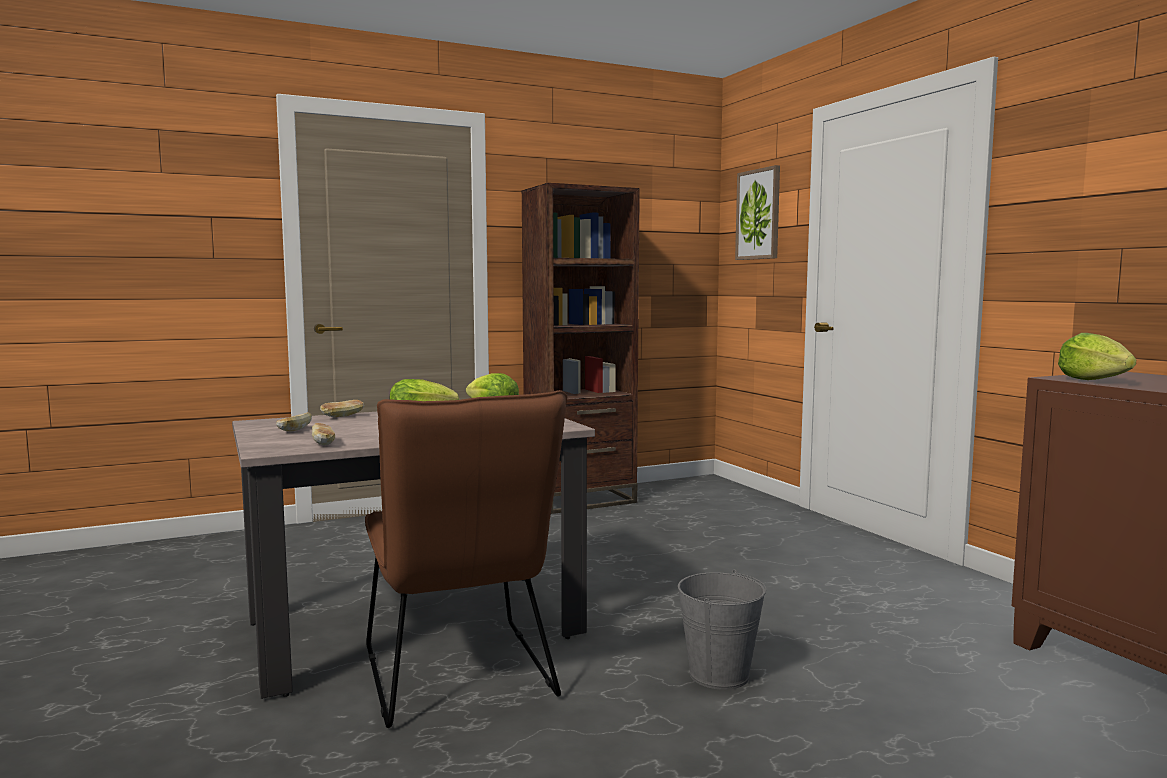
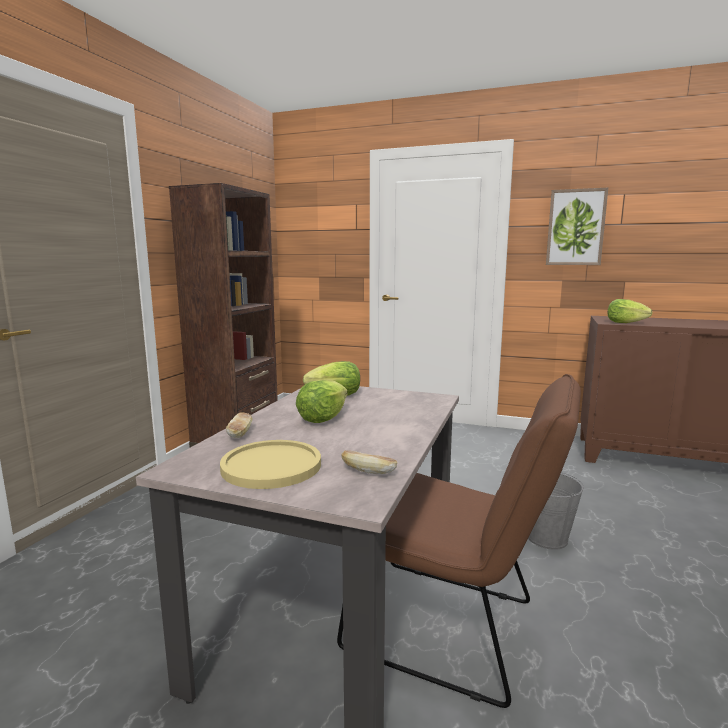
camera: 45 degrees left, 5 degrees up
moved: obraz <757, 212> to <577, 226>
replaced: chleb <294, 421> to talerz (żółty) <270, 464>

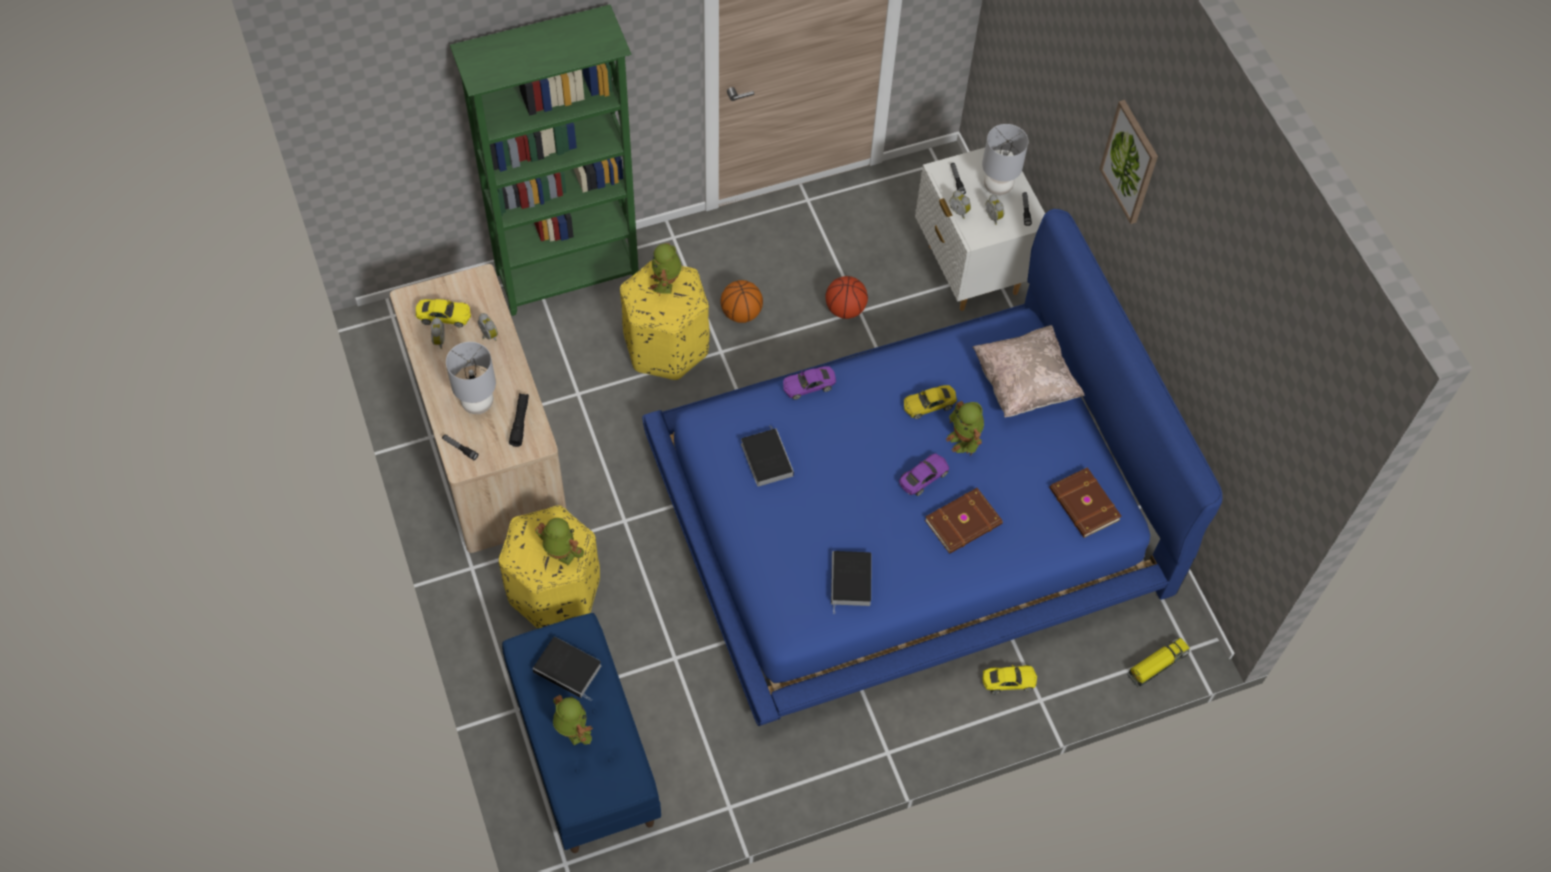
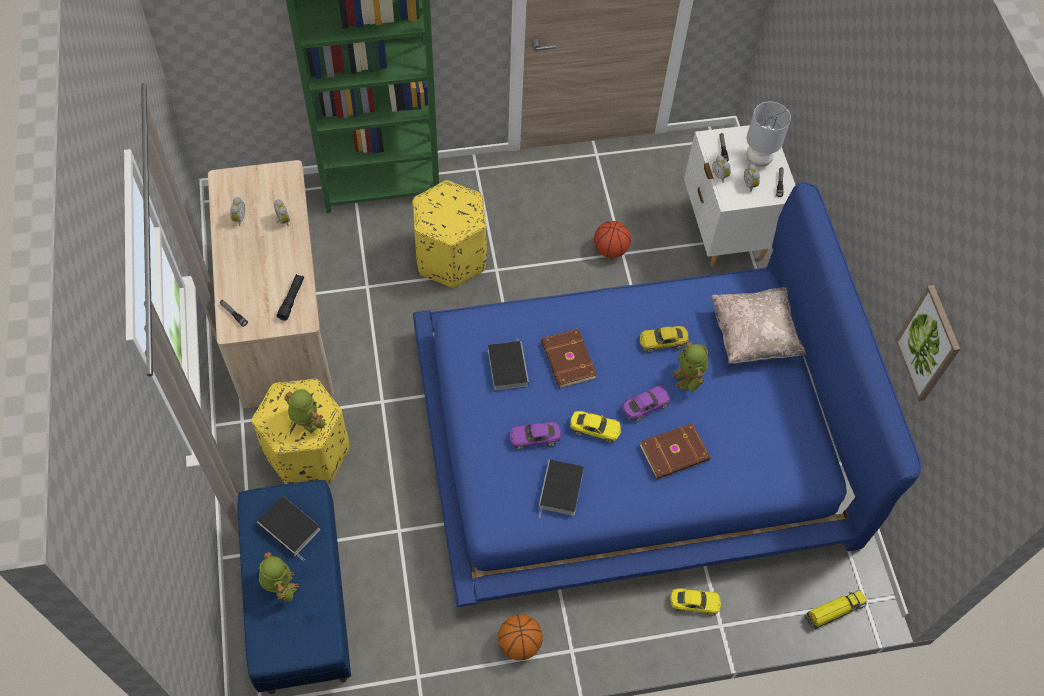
camera: 10 degrees right, 0 degrees up
removed: lampa stołowa (szary) <471, 378>; robot zabawkowy <666, 269>
moved: samochodzik (żółty) <443, 313> to <595, 427>; piłka do koszykówki <742, 301> to <520, 637>; samochodzik (fioletowy) <809, 383> to <535, 436>; książka (brązowy) <1085, 502> to <569, 358>; obraz <1128, 162> to <927, 343>

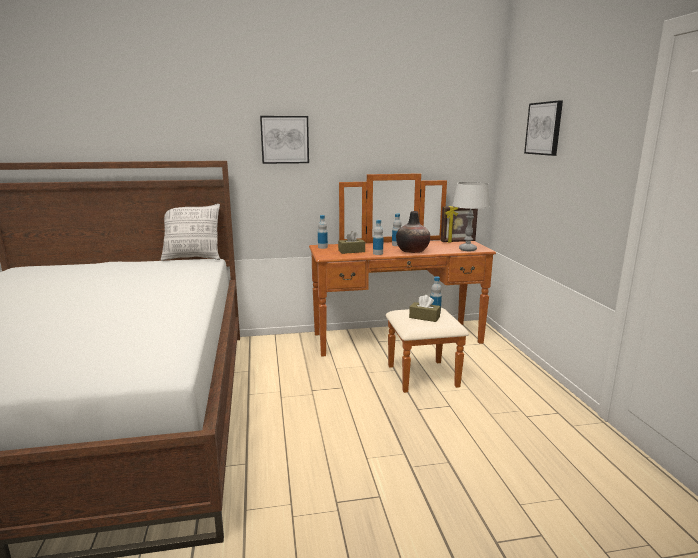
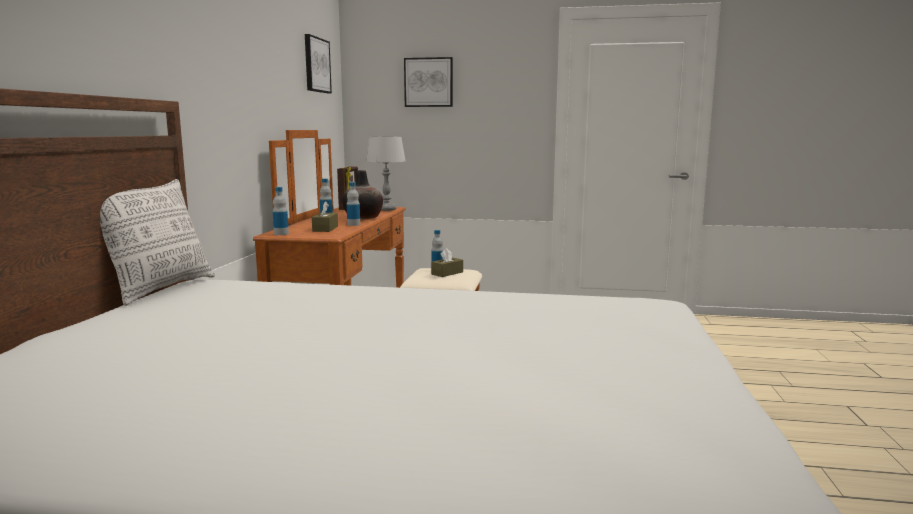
camera: 70 degrees left, 5 degrees down
moved: obraz <284, 140> to <318, 63>

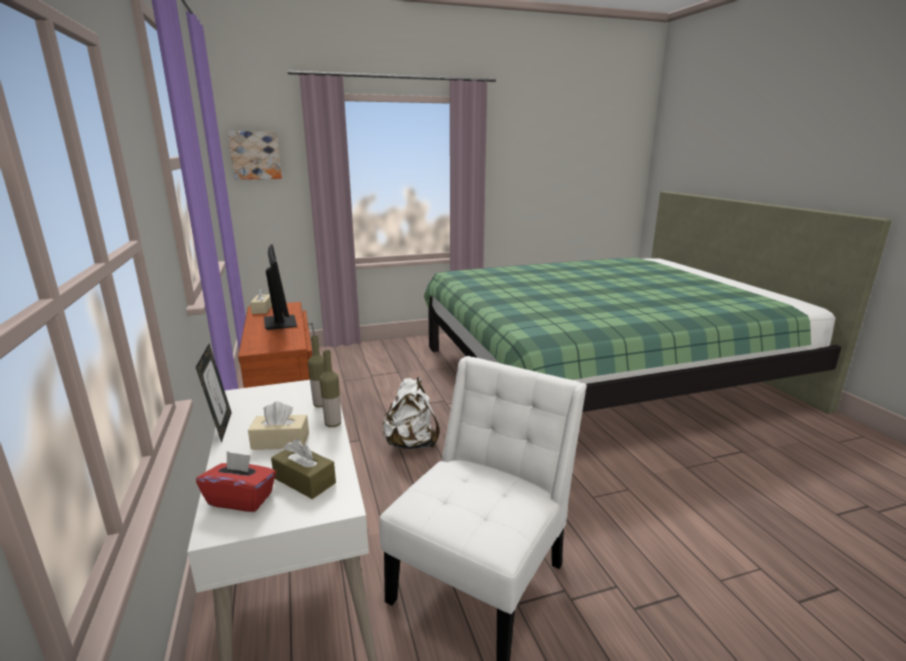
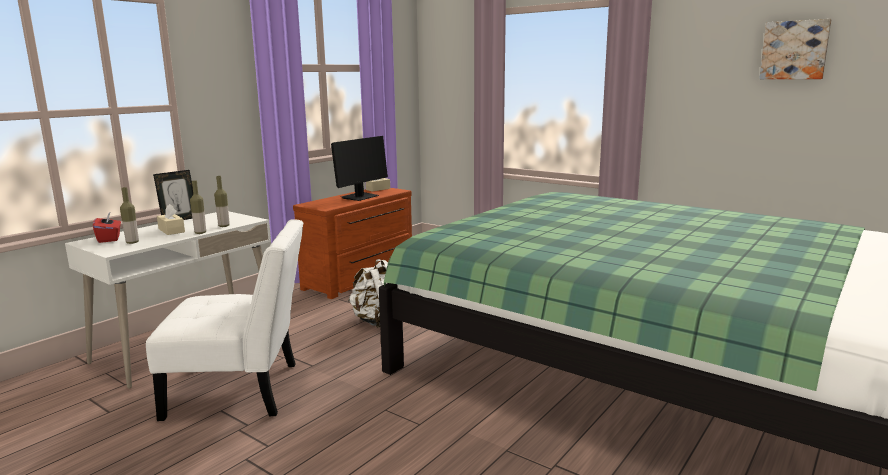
camera: 55 degrees right, 5 degrees down
moved: obraz <255, 155> to <795, 49>
replaced: pudełko chusteczek (brązowy) <303, 469> to butelka <129, 215>

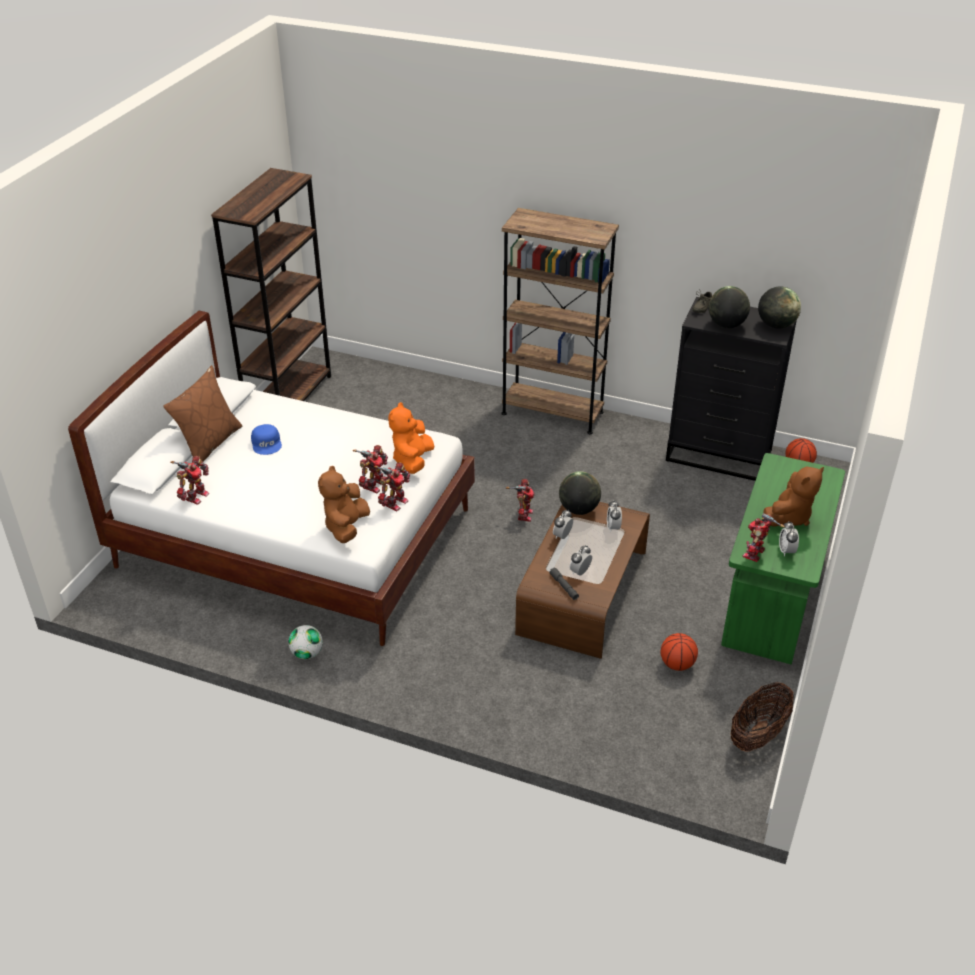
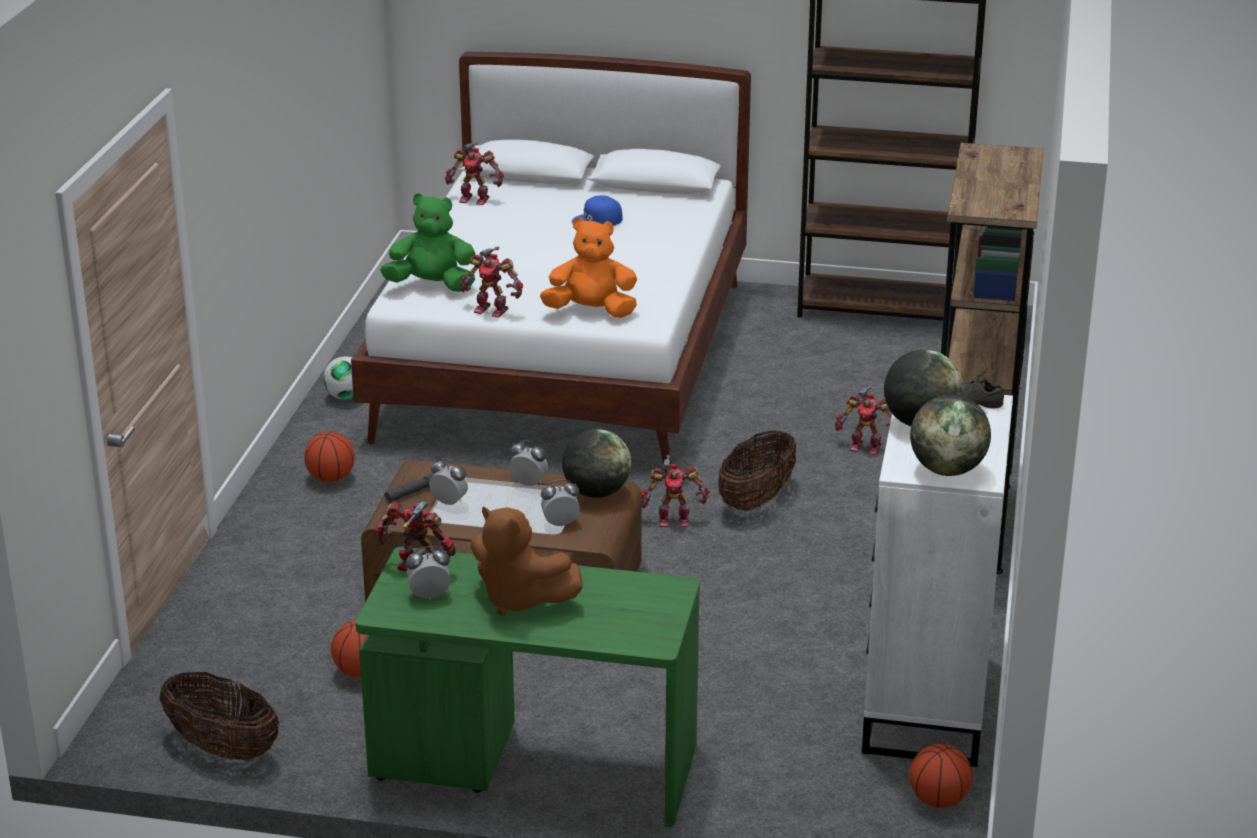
camera: 80 degrees right, 10 degrees down
removed: poduszka (brązowy) <202, 416>
added: piłka do koszykówki <329, 456>; koszyk <757, 470>
moved: robot zabawkowy <370, 469> to <863, 420>
recoloured: pluszak (brązowy) <344, 504> to pluszak (zielony) <428, 242>; komoda (czarny) <731, 389> to komoda (biały) <937, 581>

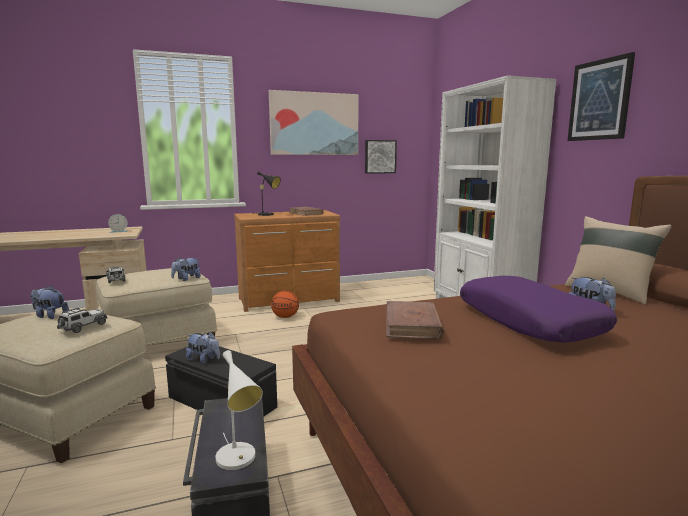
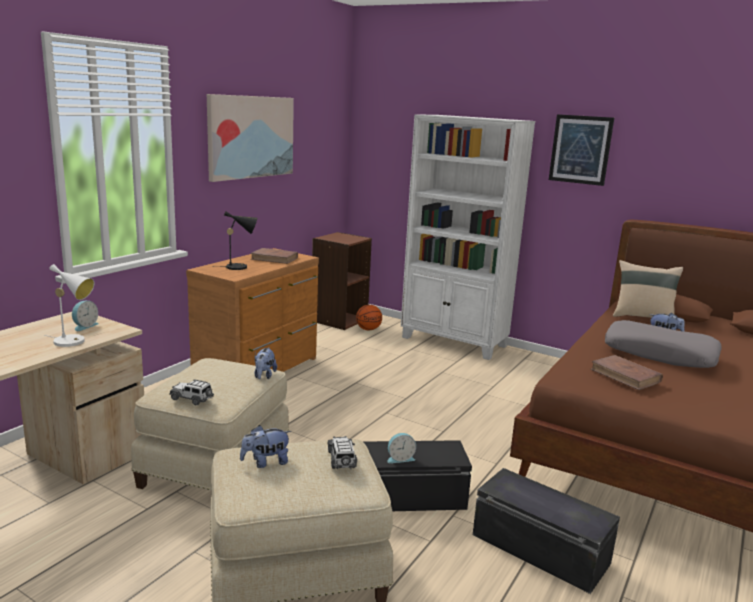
camera: 40 degrees left, 5 degrees up
removed: obraz <381, 157>
added: regał (brązowy) <342, 281>
moved: lampa stołowa (biały) <239, 410> to <69, 305>; piłka do koszykówki <285, 304> to <369, 317>
replaced: pluszak <203, 348> to budzik <402, 448>
recoloured: poduszka (fioletowy) <538, 309> to poduszka (szary) <663, 344>

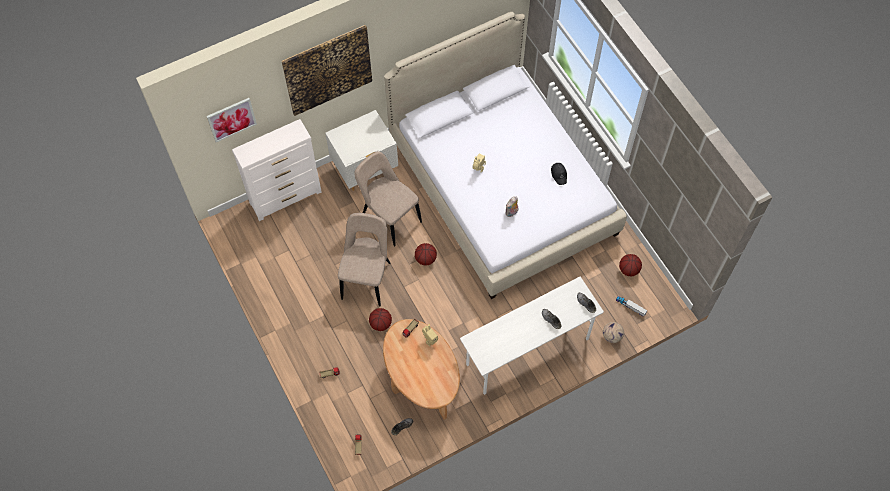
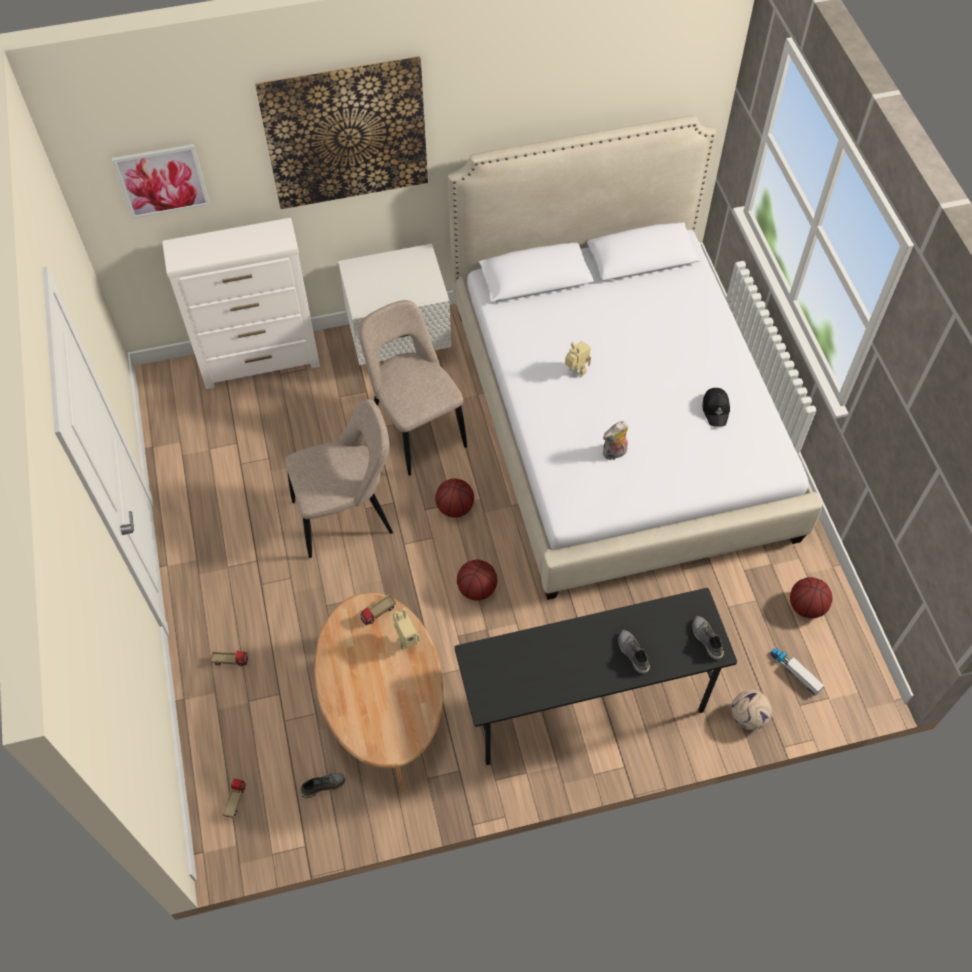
camera: 15 degrees right, 5 degrees down
moved: piłka do koszykówki <380, 319> to <477, 580>
recoloured: biurko (biały) <532, 336> to biurko (czarny) <595, 676>
turned: krzesło (beżowy) <364, 259> = <339, 478> 45 degrees clockwise

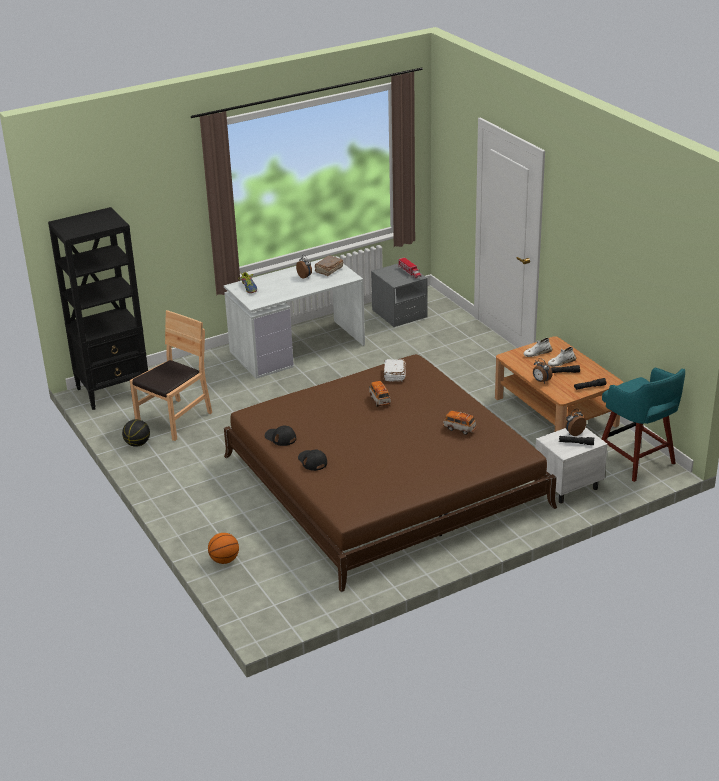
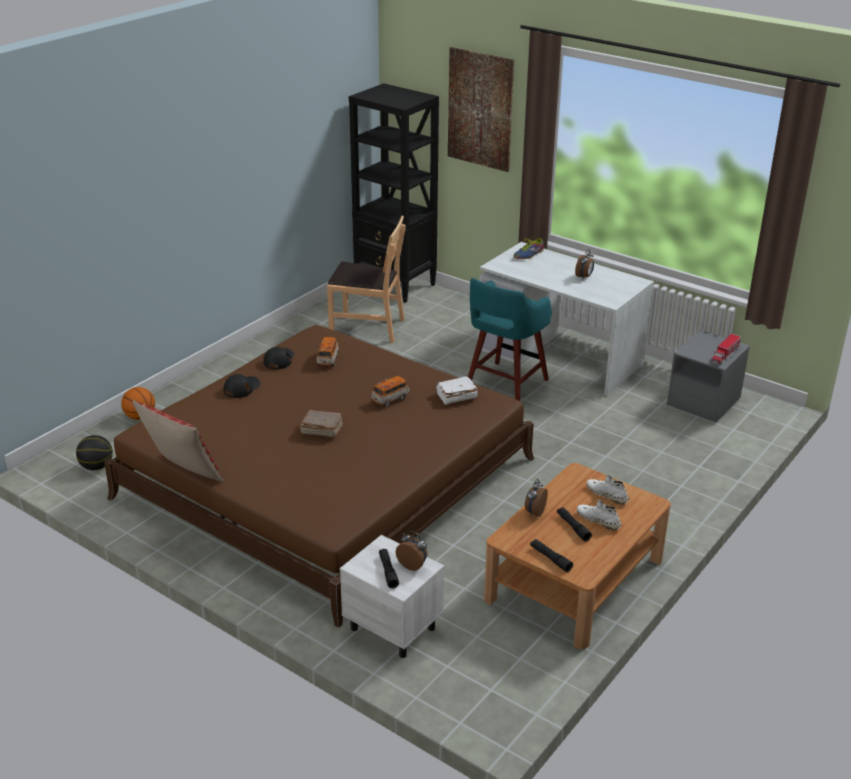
camera: 65 degrees right, 0 degrees up
added: poduszka <178, 441>; obraz <481, 109>
moved: piłka do koszykówki <136, 433> to <94, 452>; książka (brązowy) <329, 266> to <321, 424>; samochodzik <459, 423> to <327, 351>; stołek (turkusowy) <643, 425> to <510, 339>

